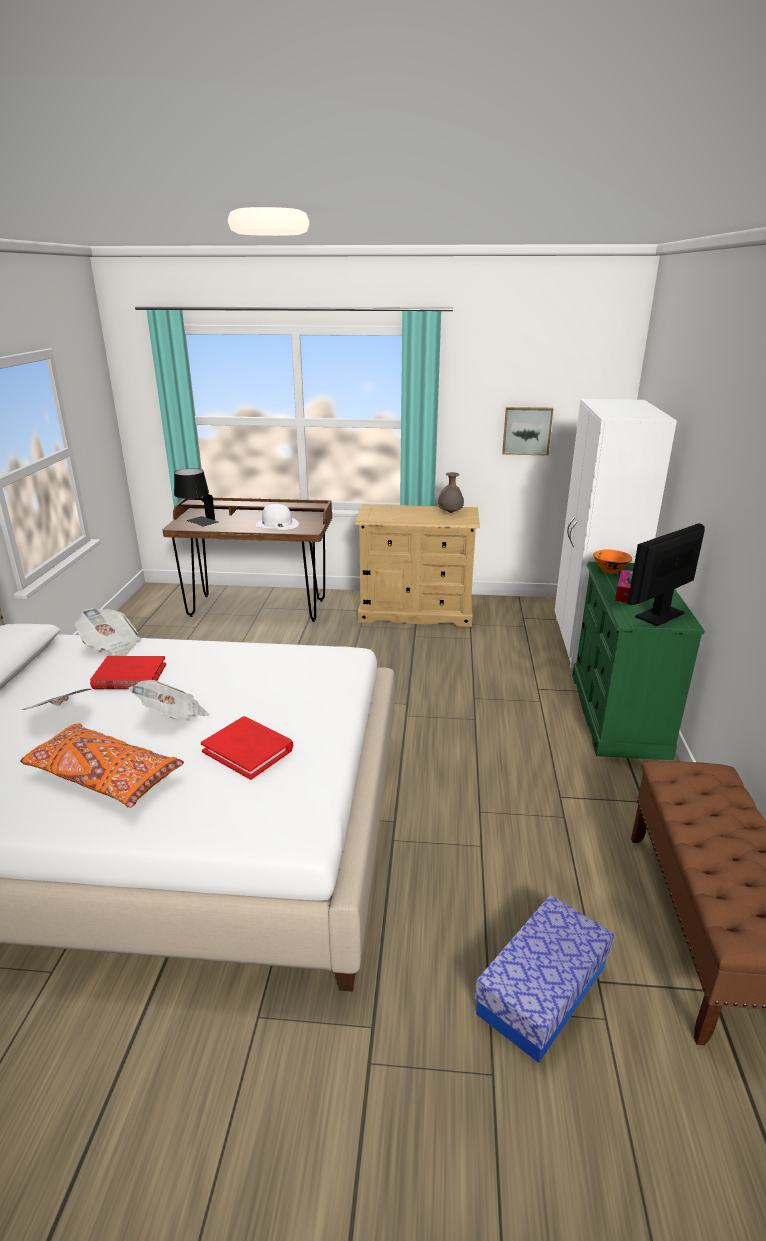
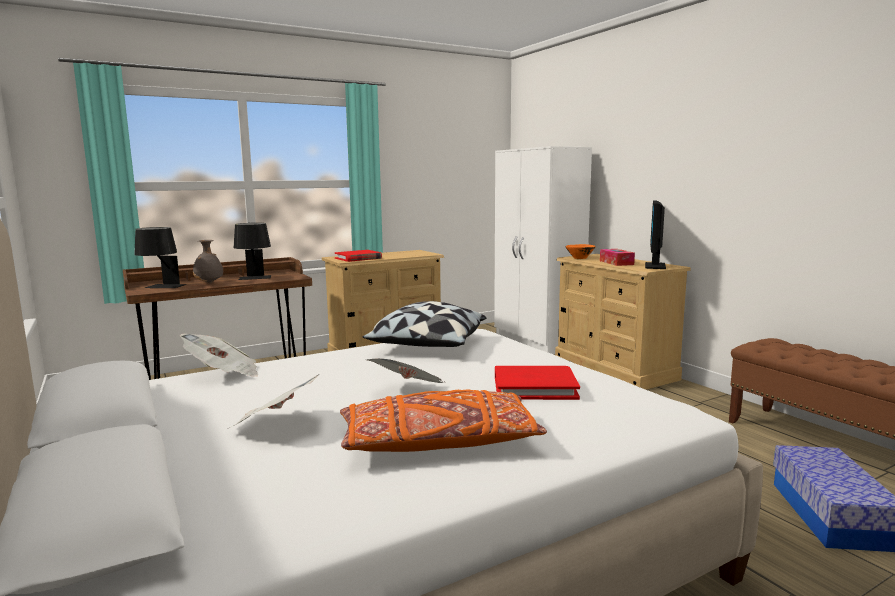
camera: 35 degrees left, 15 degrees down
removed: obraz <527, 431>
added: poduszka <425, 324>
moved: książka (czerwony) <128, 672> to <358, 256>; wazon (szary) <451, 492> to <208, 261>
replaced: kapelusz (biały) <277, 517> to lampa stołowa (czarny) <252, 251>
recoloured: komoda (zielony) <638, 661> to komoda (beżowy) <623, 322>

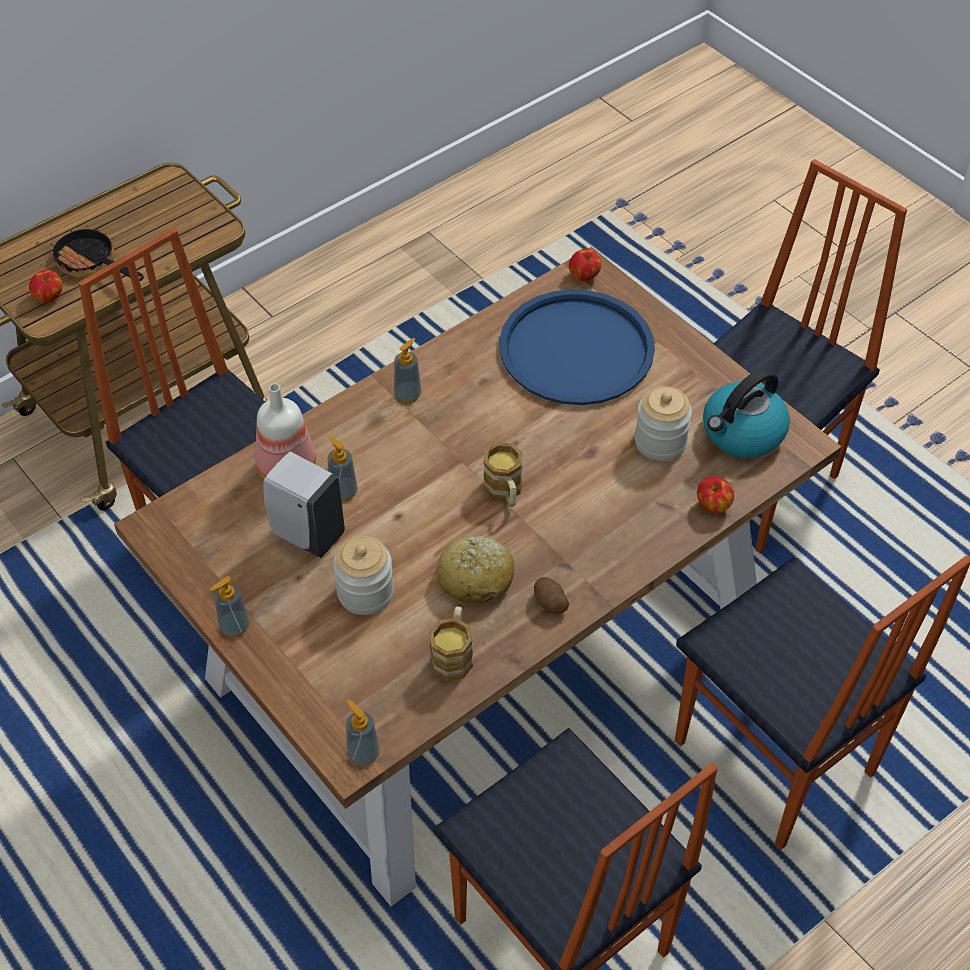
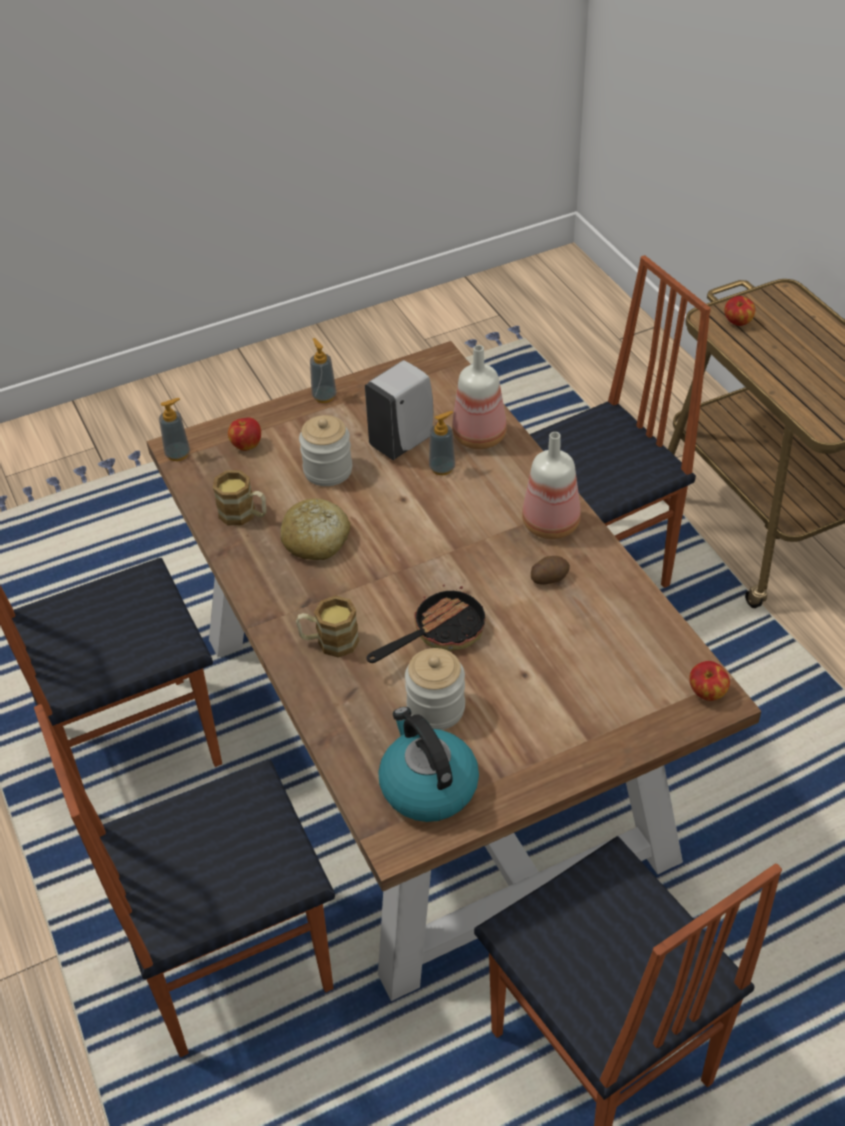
camera: 105 degrees right, 5 degrees down
removed: taca (niebieski) <577, 347>
moved: patelnia <96, 253> to <426, 624>; kubek <503, 474> to <328, 626>; ziemniak <551, 595> to <550, 570>; jabłko <715, 494> to <244, 434>
replaced: dozownik mydła <407, 370> to butelka <551, 485>

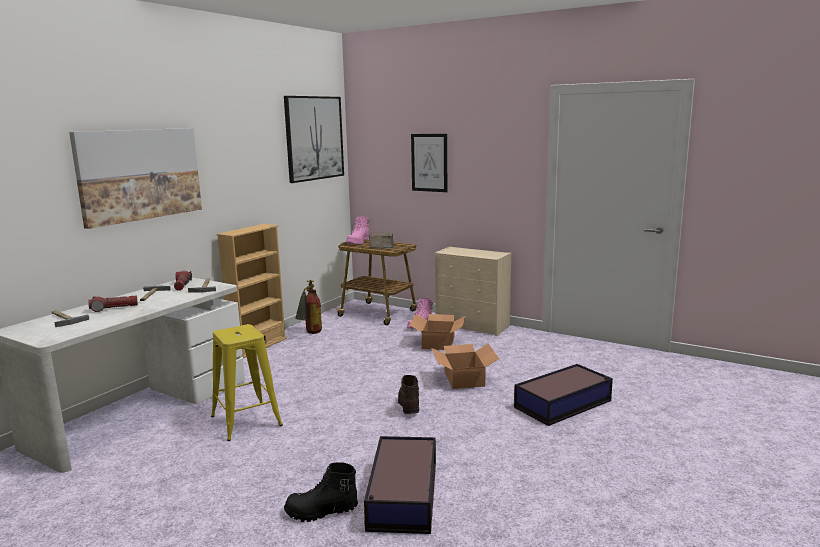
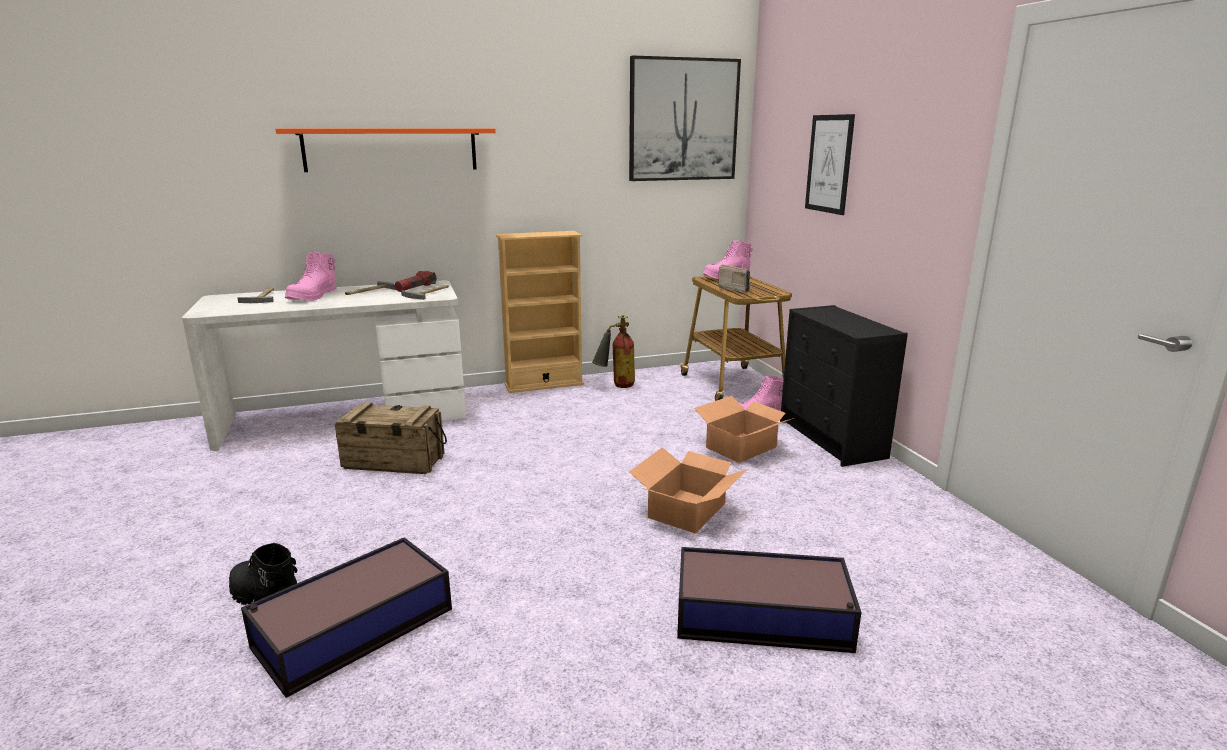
camera: 40 degrees right, 5 degrees up
removed: but z cholewką (brązowy) <408, 394>
replaced: obraz <135, 178> to półka (pomarańczowy) <386, 150>; latarka <113, 303> to but z cholewką (różowy) <311, 276>; stołek (żółty) <247, 382> to skrzynka <391, 438>
recoloured: komoda (beżowy) <473, 291> to komoda (czarny) <844, 386>

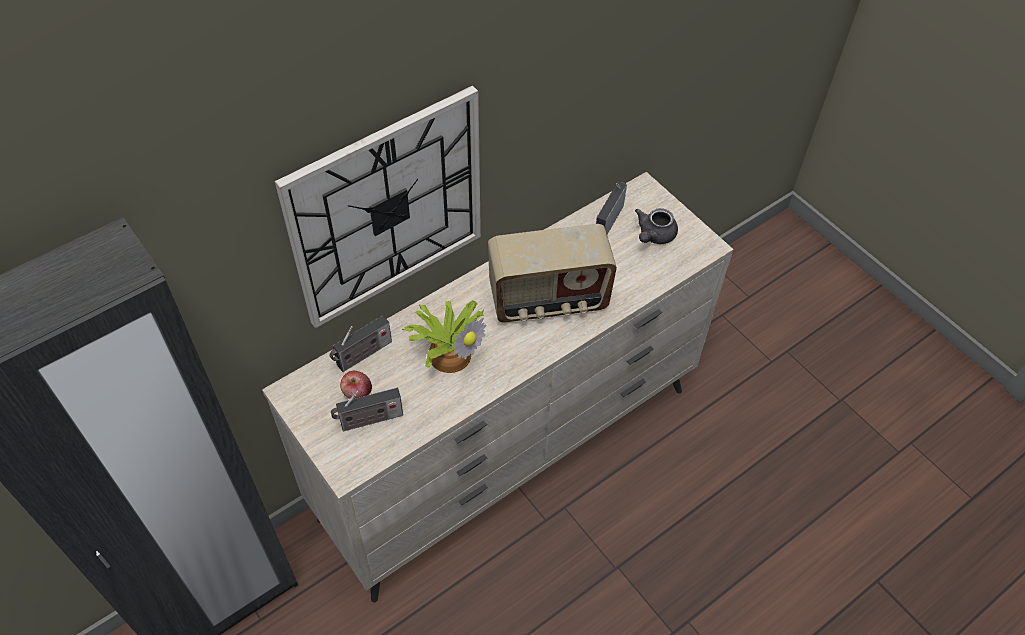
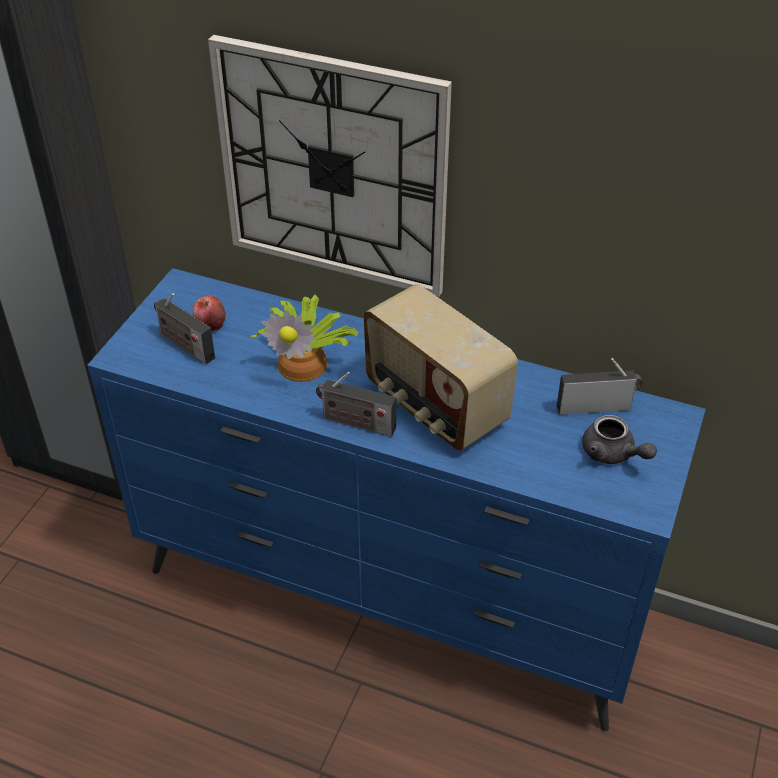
camera: 60 degrees right, 10 degrees down
moved: radio <360, 343> to <356, 404>
recoloured: komoda (beżowy) <498, 387> to komoda (niebieski) <396, 499>
turned: imbryk (szary) <656, 226> = <619, 439> 135 degrees counterclockwise

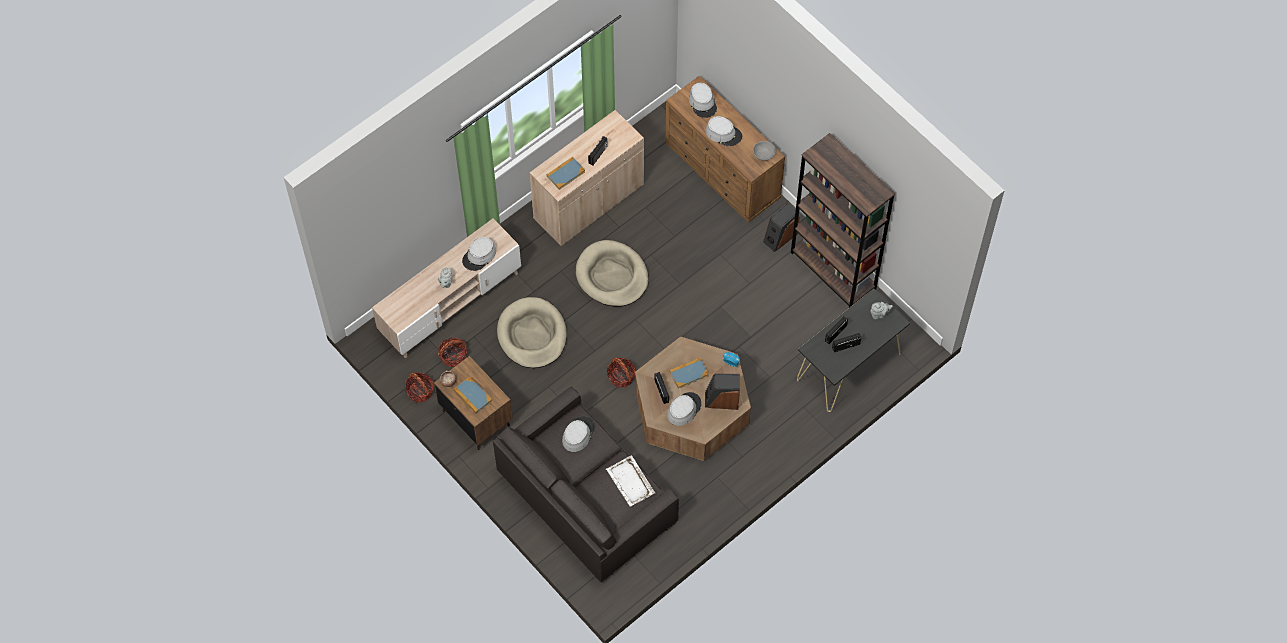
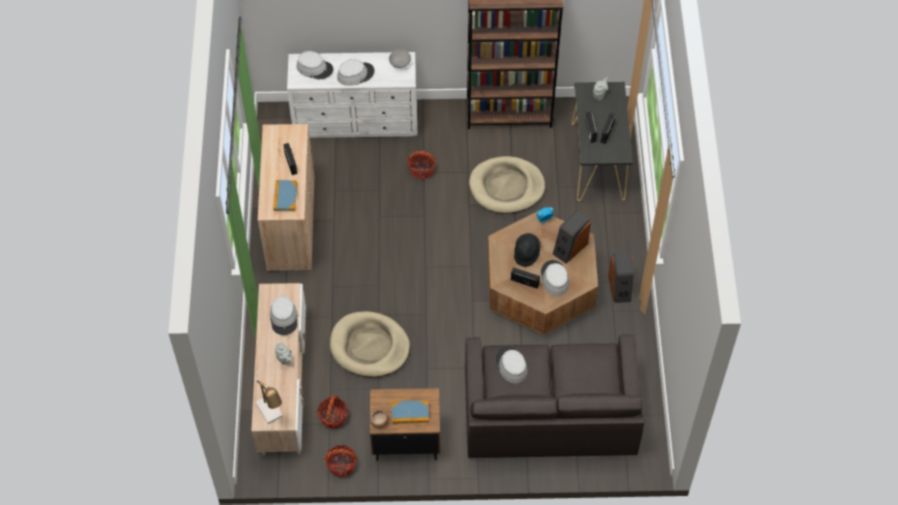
camera: 50 degrees left, 5 degrees down
removed: taca (biały) <630, 481>
added: lampa stołowa <268, 401>
moved: legowisko (beżowy) <612, 273> to <507, 184>; koszyk <621, 373> to <421, 165>; głośnik <781, 227> to <621, 277>
replaced: książka <689, 373> to kapelusz (czarny) <527, 250>
recoloured: komoda (brązowy) <725, 149> to komoda (biały) <352, 95>

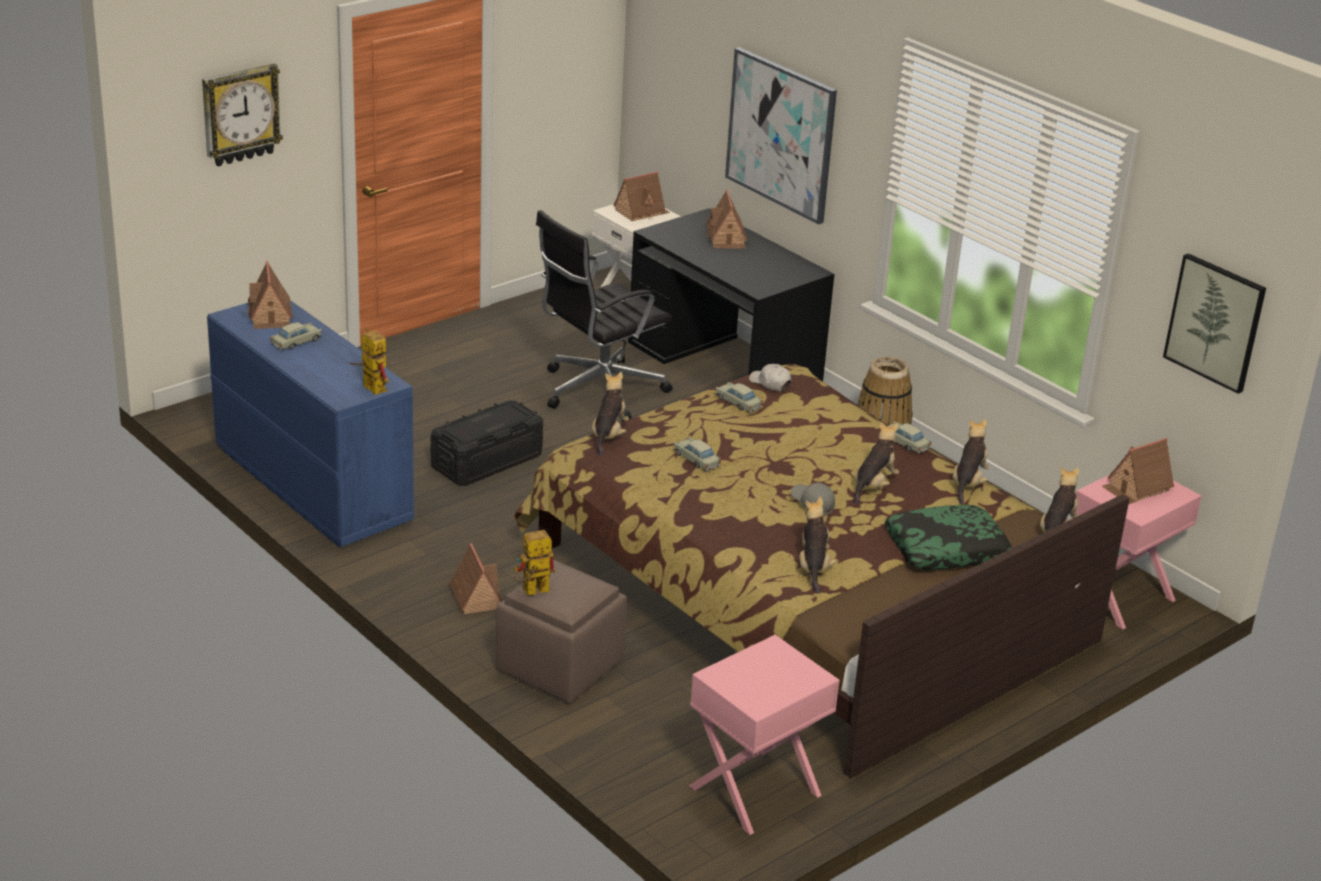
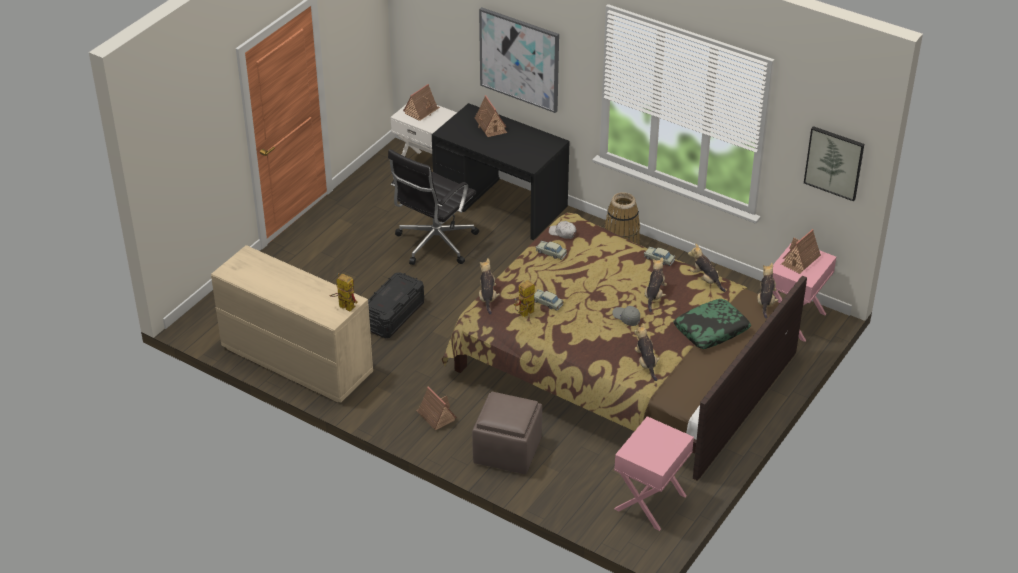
camera: 15 degrees left, 10 degrees up
removed: zegar ścienny <242, 115>; domek <270, 295>; samochodzik (beżowy) <296, 336>
moved: robot zabawkowy <534, 563> to <524, 298>
recoloured: komoda (niebieski) <310, 423> to komoda (beżowy) <292, 324>
turned: pluszak <971, 461> = <707, 267> 45 degrees counterclockwise

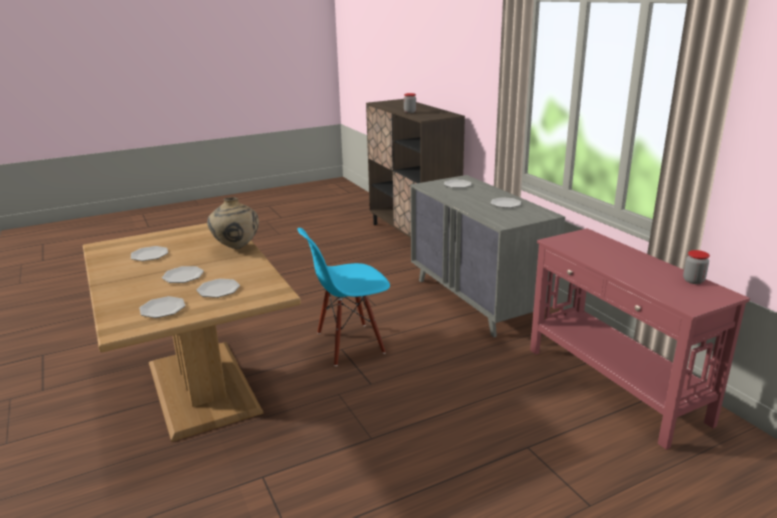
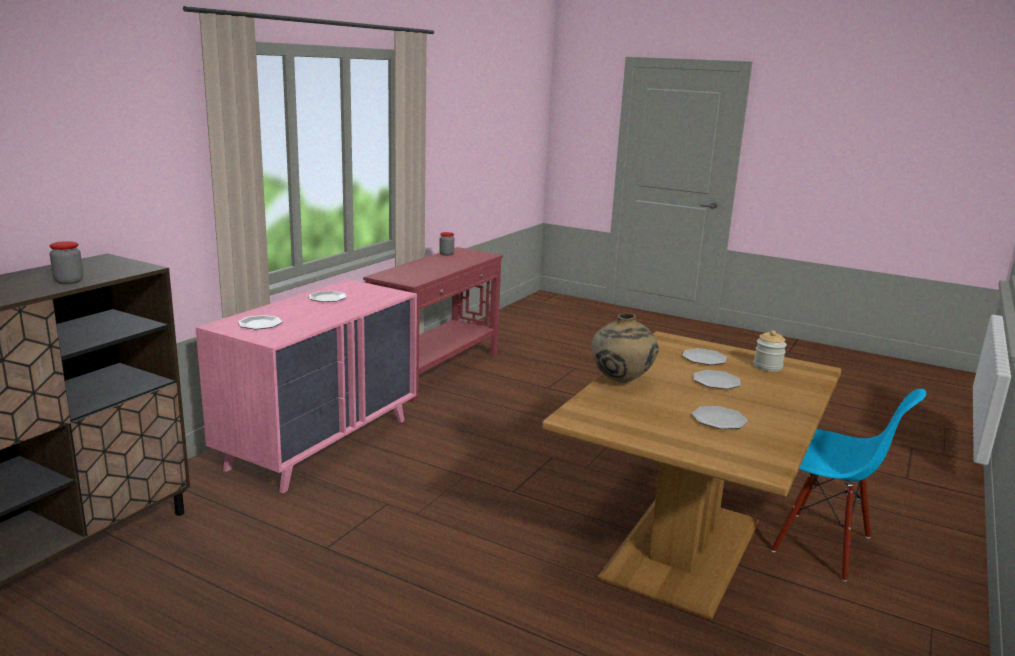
camera: 125 degrees left, 5 degrees down
moved: krzesło (niebieski) <343, 297> to <848, 485>
replaced: talerz <162, 307> to słoik <770, 351>
recoloured: komoda (szary) <488, 256> to komoda (różowy) <306, 386>

